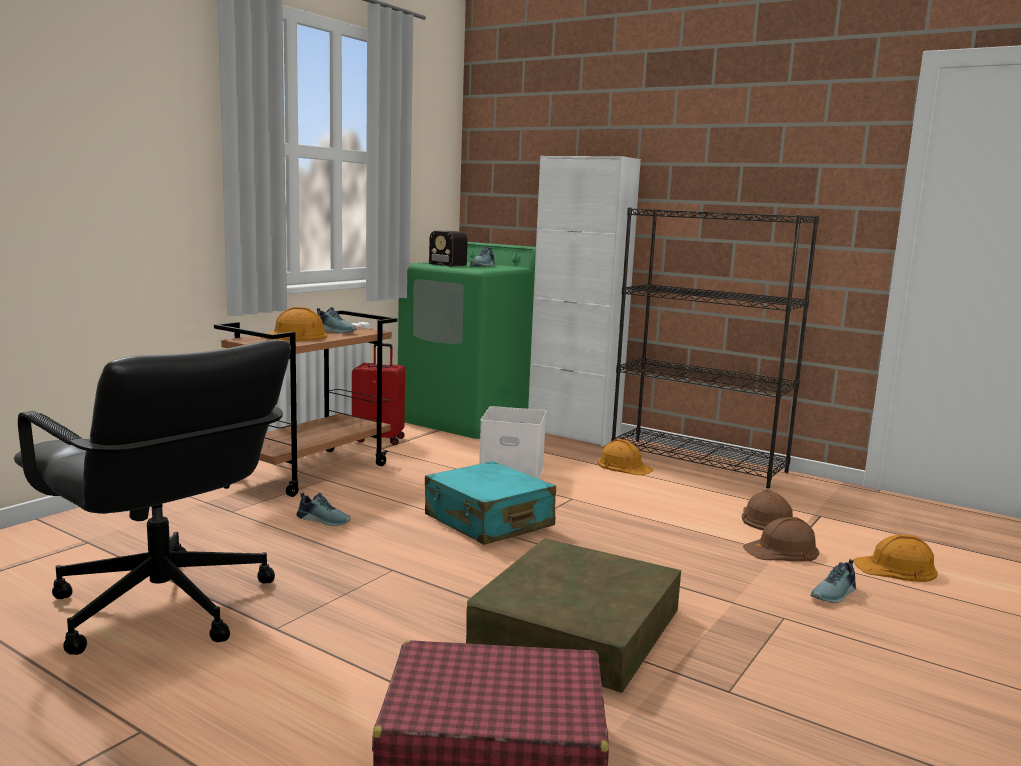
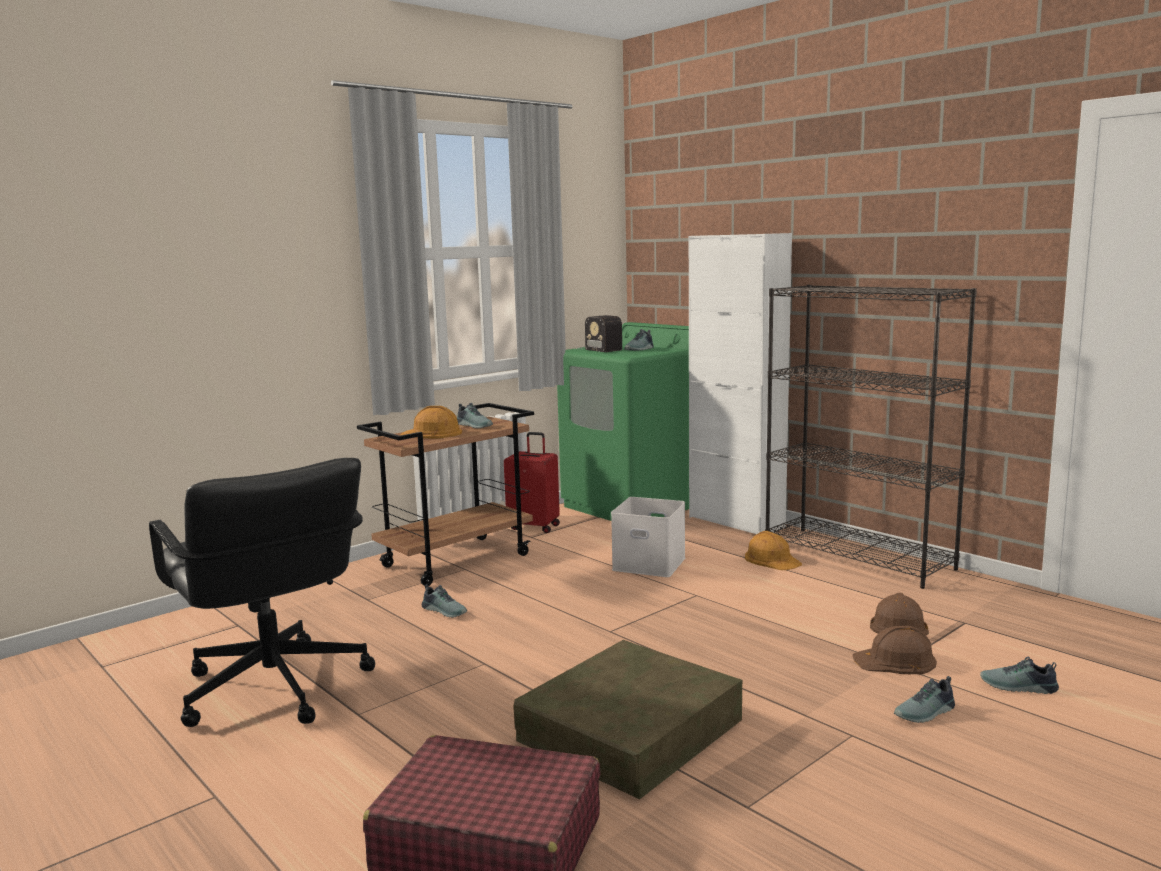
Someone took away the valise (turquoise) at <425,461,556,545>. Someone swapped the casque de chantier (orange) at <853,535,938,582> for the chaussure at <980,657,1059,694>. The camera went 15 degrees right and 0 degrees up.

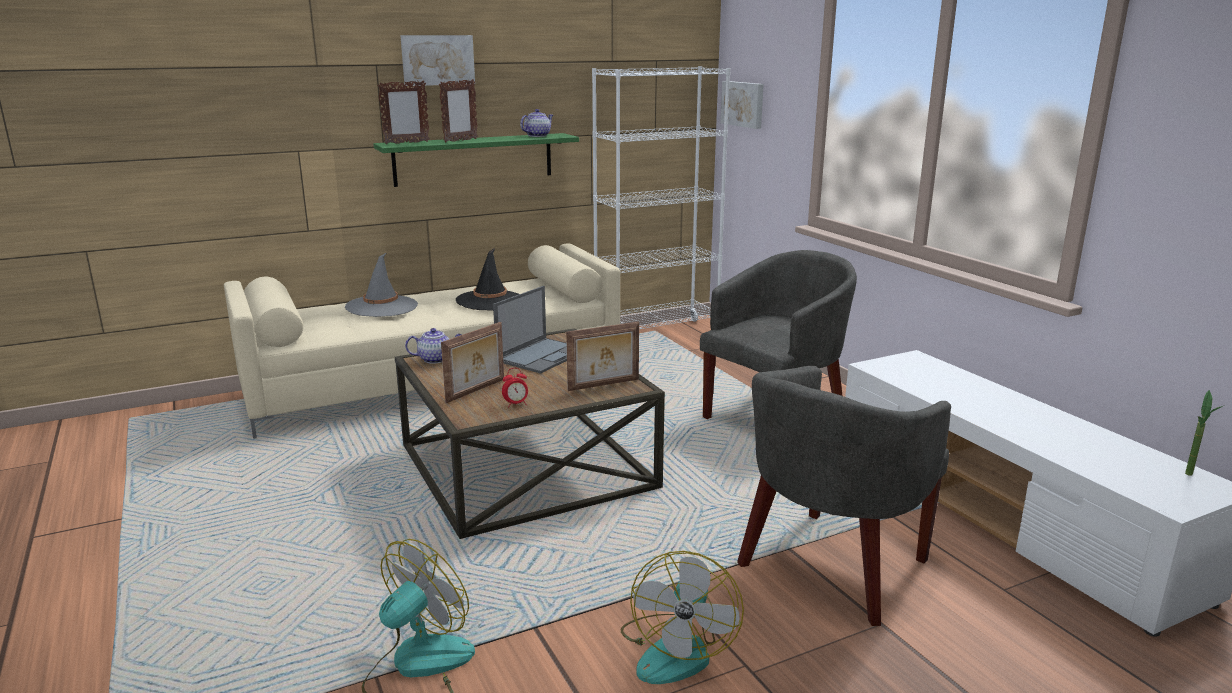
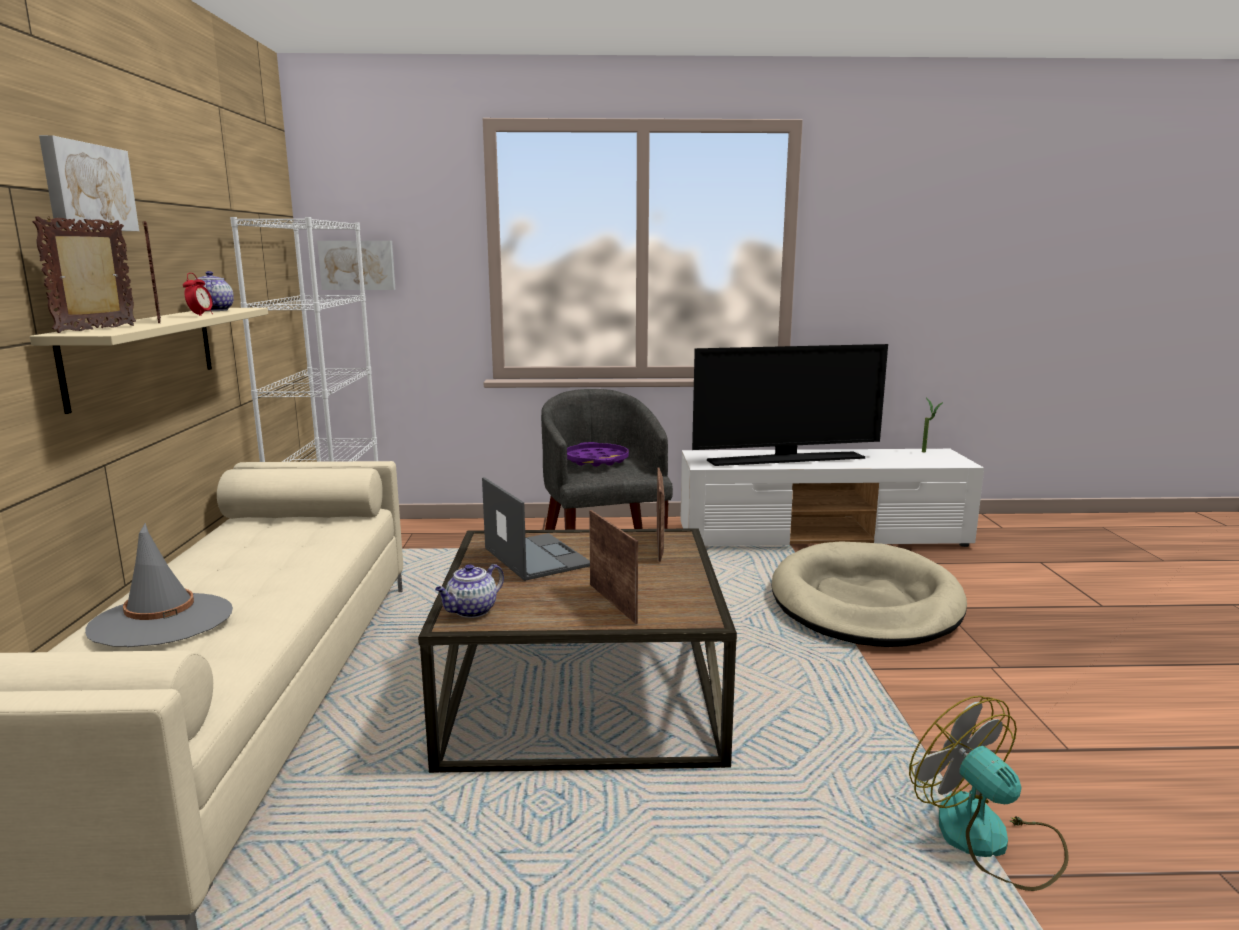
Someone rotated the cadre photo at <377,81,430,144> by 150 degrees counterclockwise. Someone repainted the étagère (vert) at <373,133,579,187>, which became the étagère (beige) at <30,308,268,414>. Someone took away the chapeau (noir) at <456,248,519,311>. Someone rotated the théière at <405,328,462,364> by 150 degrees counterclockwise. Someone swapped the fauteuil (gris) at <737,366,951,626> for the panier pour chien (beige) at <772,541,967,647>. Someone carried the réveil from <502,368,528,406> to <183,273,213,316>. Someone took away the ventilateur at <621,551,744,684>. Someone put down the téléviseur at <692,344,888,466>. Someone put down the plateau (violet) at <567,442,629,467>. The camera went 65 degrees left and 5 degrees down.

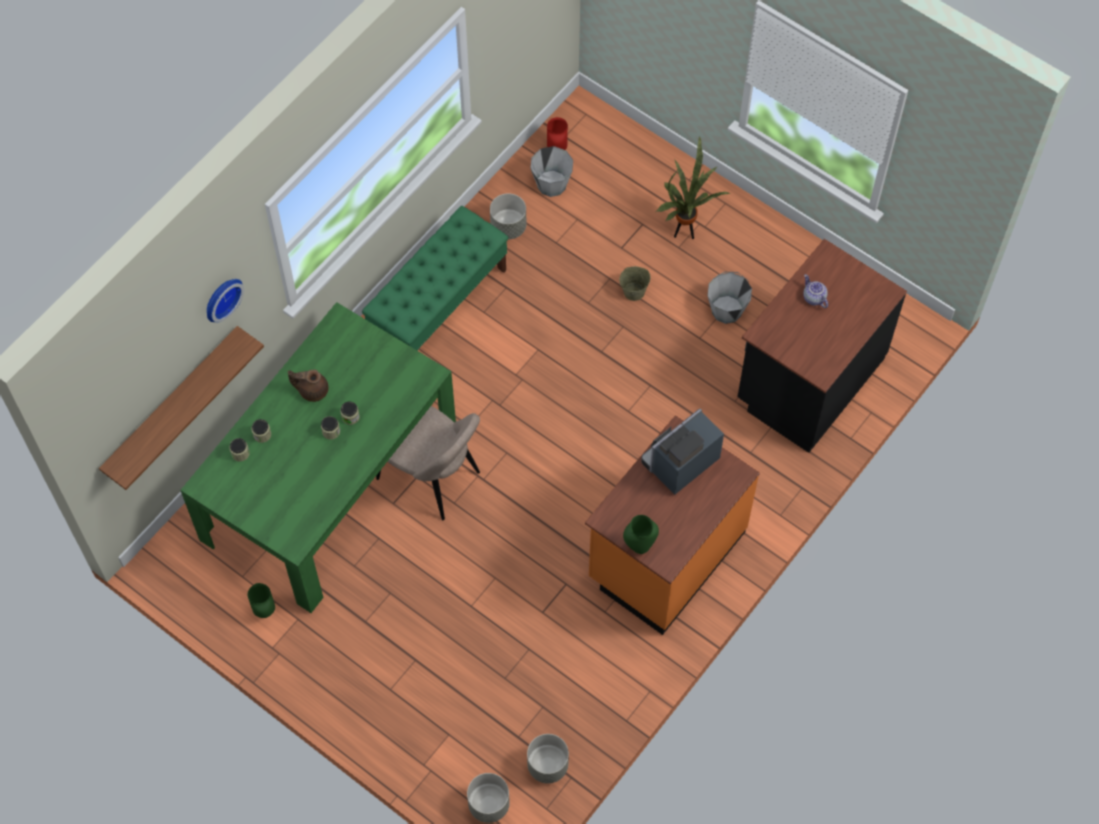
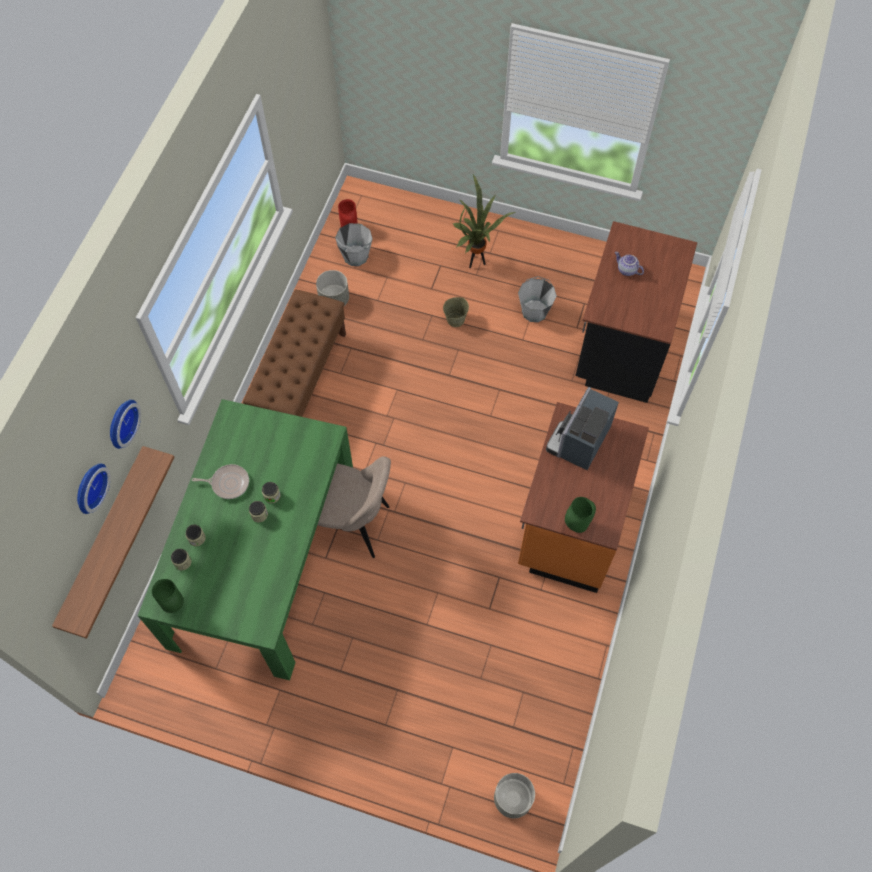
Someone repainted the banc (vert) at <362,206,508,350>, which became the banc (marron) at <243,290,346,417>. Someone swapped the théière (marron) at <288,369,328,402> for the poêle at <192,464,249,499>. Someone carried the vase (vert) from <248,583,275,618> to <152,579,184,613>. Someone took away the cache-pot (gris) at <527,734,569,784>. Someone put up the horloge murale at <77,464,111,514>. The camera went 20 degrees left and 0 degrees up.

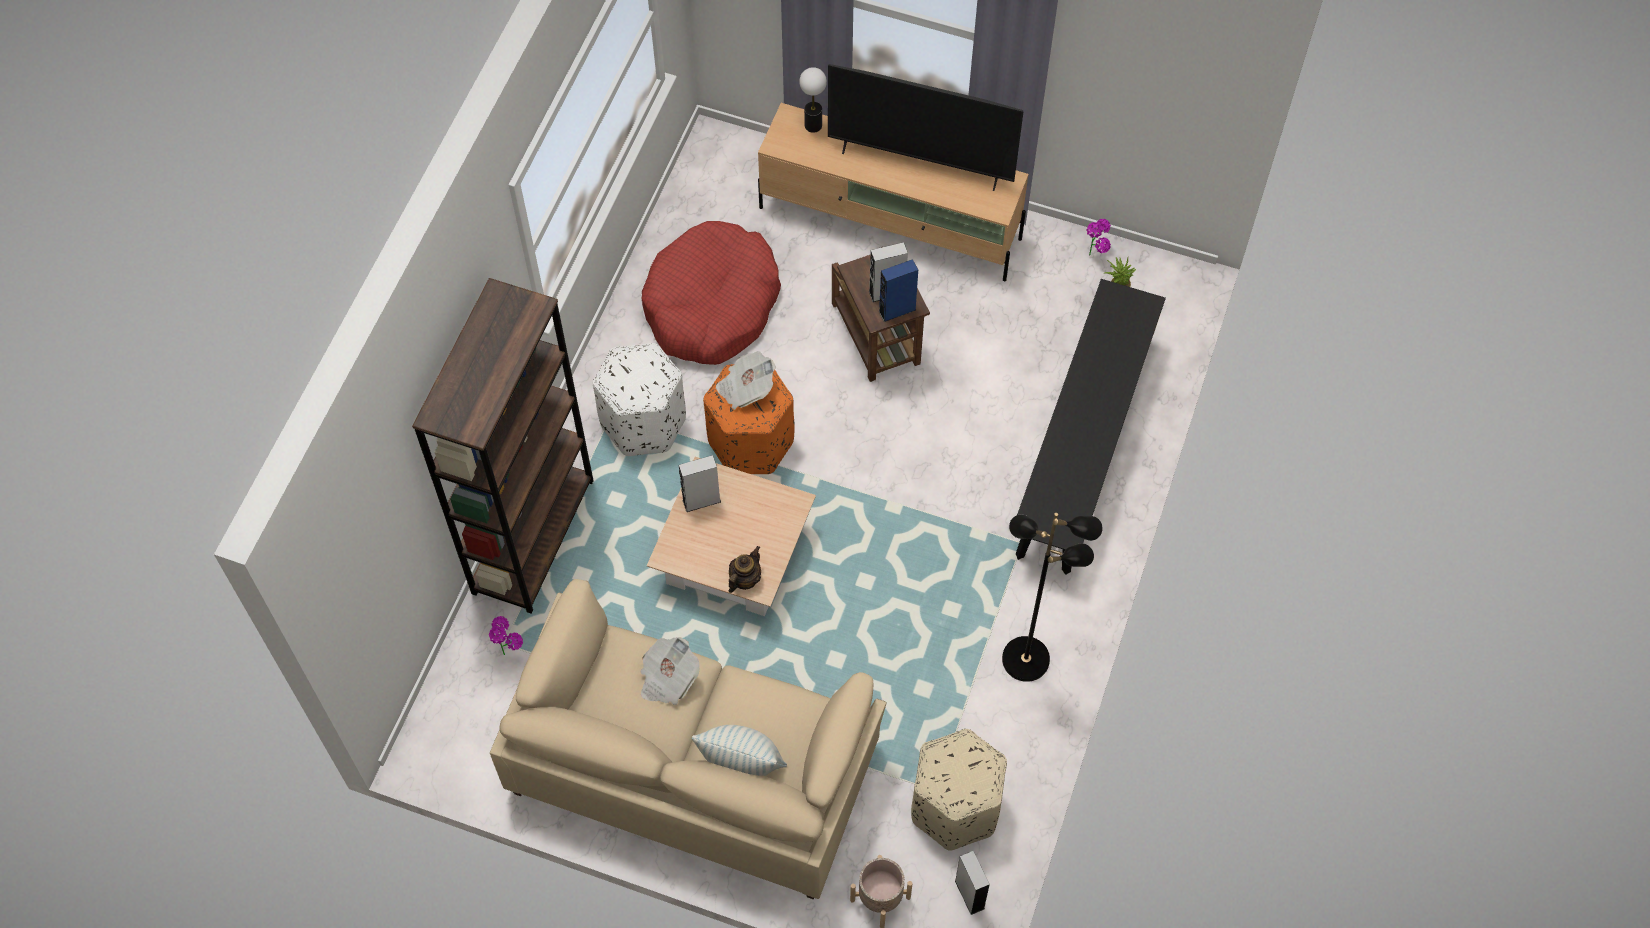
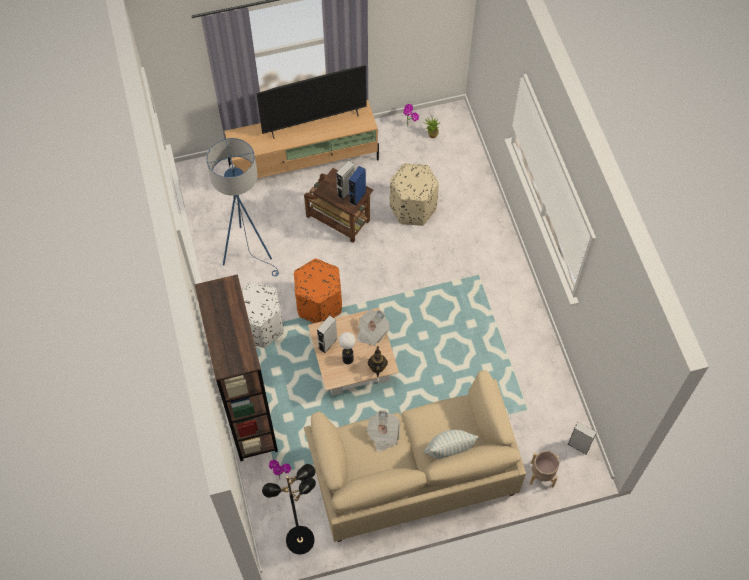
Someone carried the lampe de table from <799,67,827,133> to <339,332,356,364>. Someone swapped the panier pour chien (rouge) at <641,221,781,365> for the lampadaire (bleu) at <206,138,279,276>. Someone took away the banc (noir) at <1016,279,1166,575>. Someone carried the journal from <716,351,776,410> to <356,310,389,346>. Someone carried the lampadaire (noir) from <1002,513,1103,682> to <262,464,316,554>. Someone carried the pouf (beige) from <911,729,1007,850> to <390,163,439,226>. The camera went 35 degrees left and 0 degrees up.

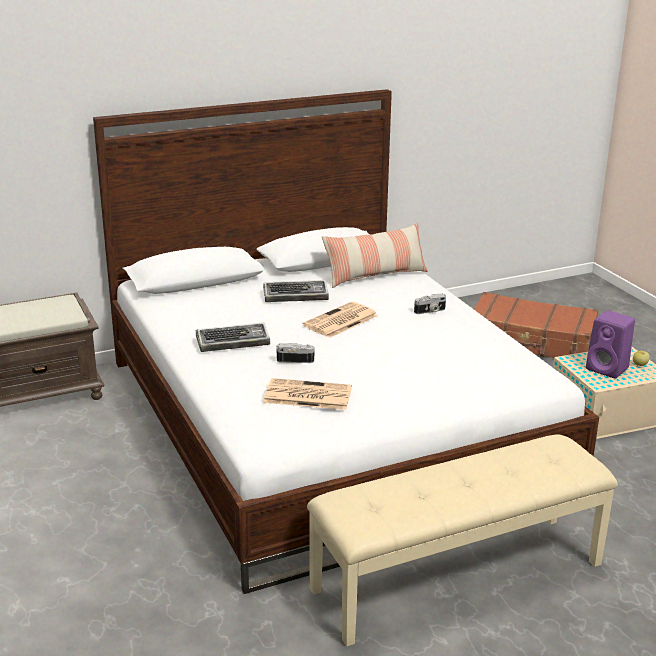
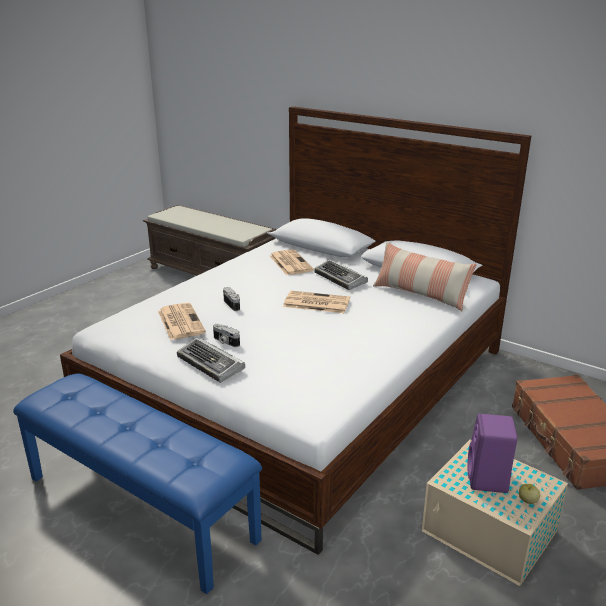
Someone carried the appareil photo from <414,293,446,314> to <213,324,240,347>. Someone carried the clavier from <196,322,270,352> to <177,338,245,383>. Someone repainted the banc (beige) at <307,434,618,647>, which became the banc (bleu) at <13,374,262,594>. Someone put down the journal at <270,249,314,275>. The camera went 60 degrees right and 0 degrees up.

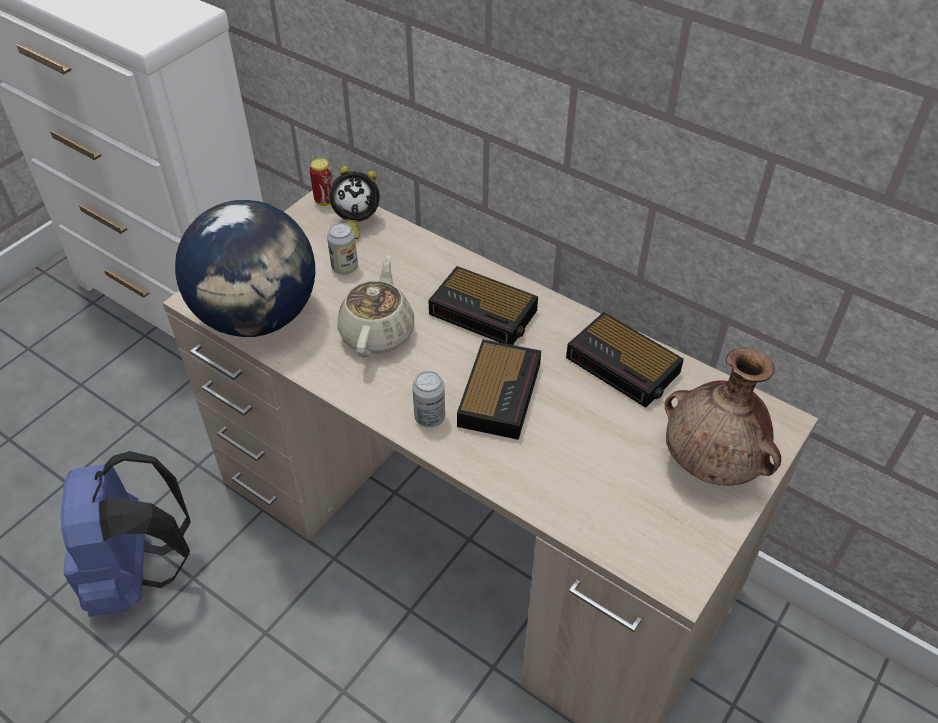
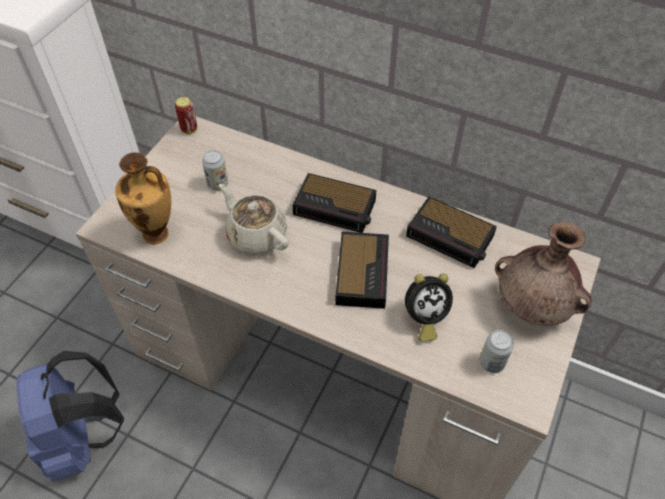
Someone carried the réveil from <329,166,380,239> to <405,273,453,341>. Someone swapped the globe at <175,200,315,337> for the vase at <115,152,171,244>. Someone rotated the théière (beige) at <337,255,414,357> by 45 degrees counterclockwise. Someone carried the boîte métallique from <412,371,445,428> to <479,330,514,373>. The camera went 10 degrees left and 5 degrees up.

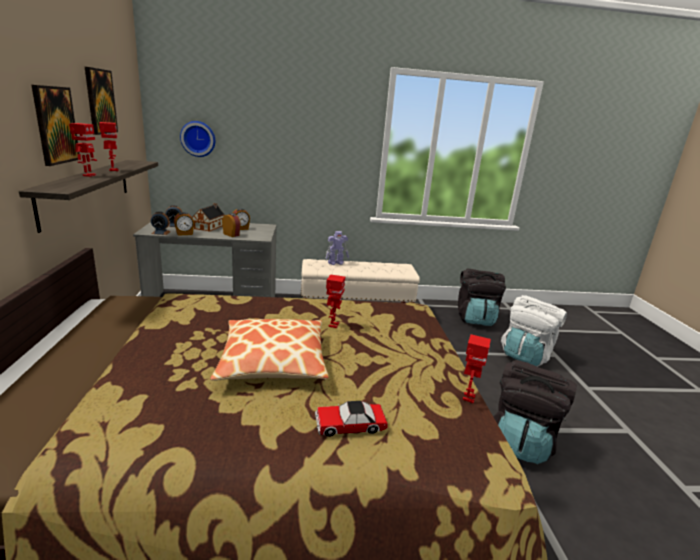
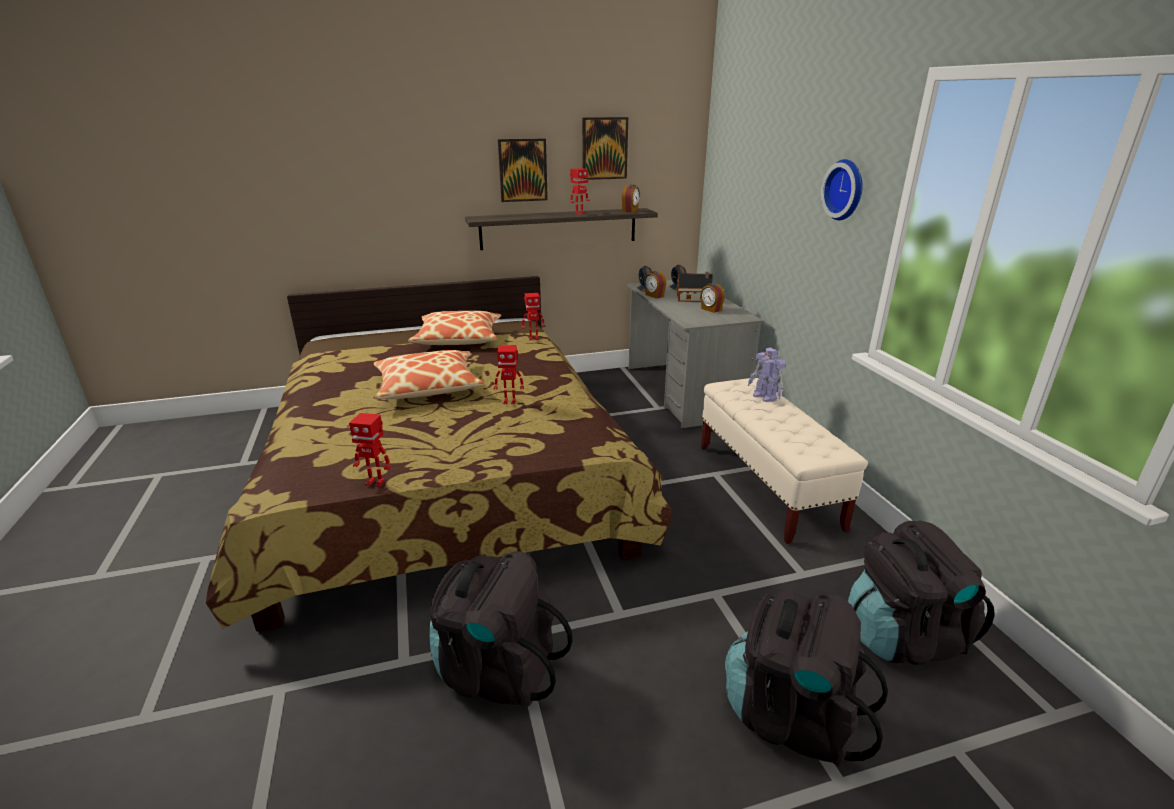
Someone carried the horloge murale from <180,121,215,157> to <821,159,863,220>. Someone carried the robot jouet from <69,123,97,177> to <522,293,545,340>. Someone carried the réveil from <222,213,241,237> to <622,185,640,212>. Someone repainted the sac à dos (blanc) at <501,295,567,367>, which became the sac à dos (noir) at <725,590,888,767>. Someone took away the petite voiture at <315,401,388,437>. Someone put down the coussin at <408,311,501,345>. The camera went 80 degrees right and 5 degrees up.

